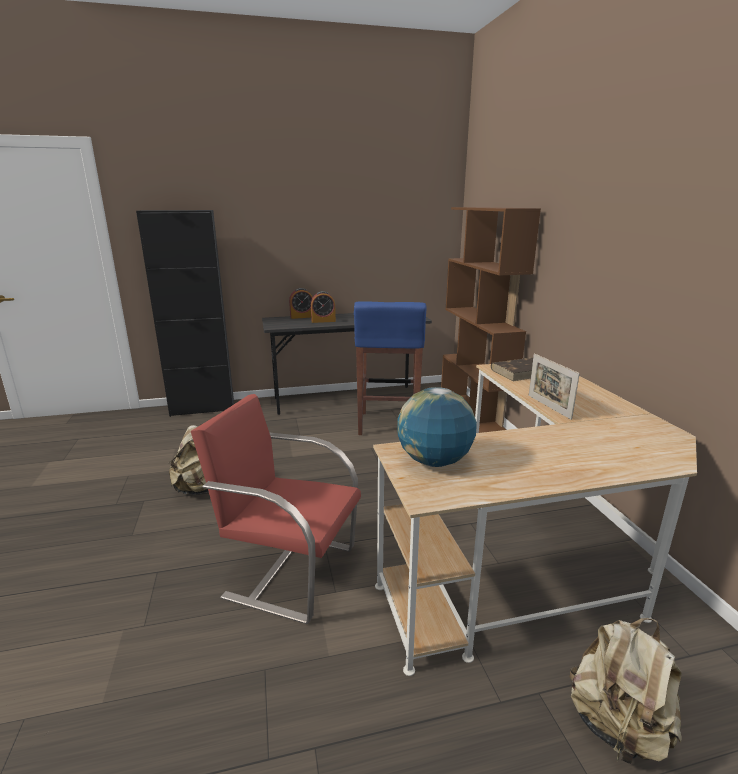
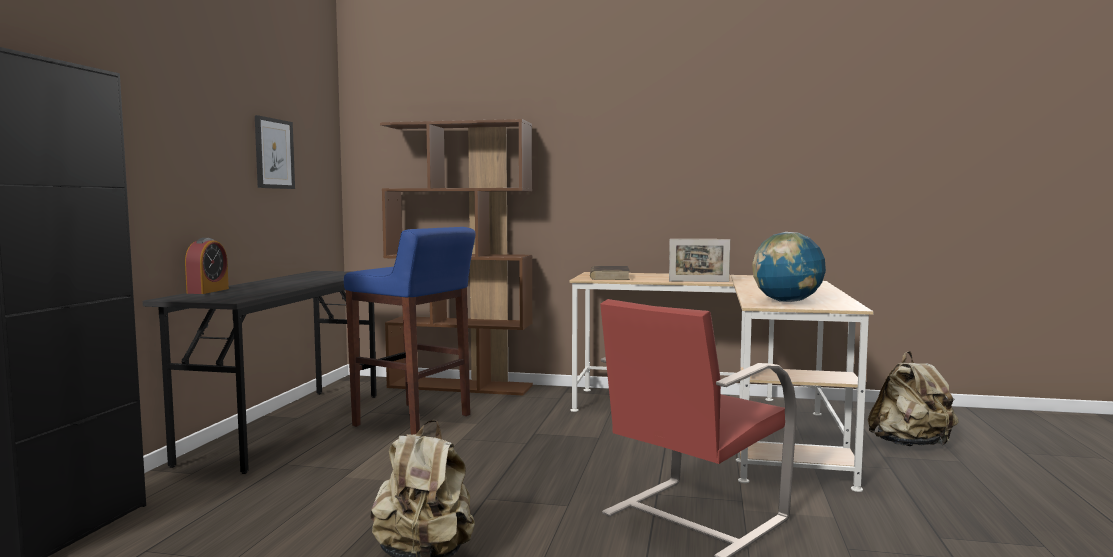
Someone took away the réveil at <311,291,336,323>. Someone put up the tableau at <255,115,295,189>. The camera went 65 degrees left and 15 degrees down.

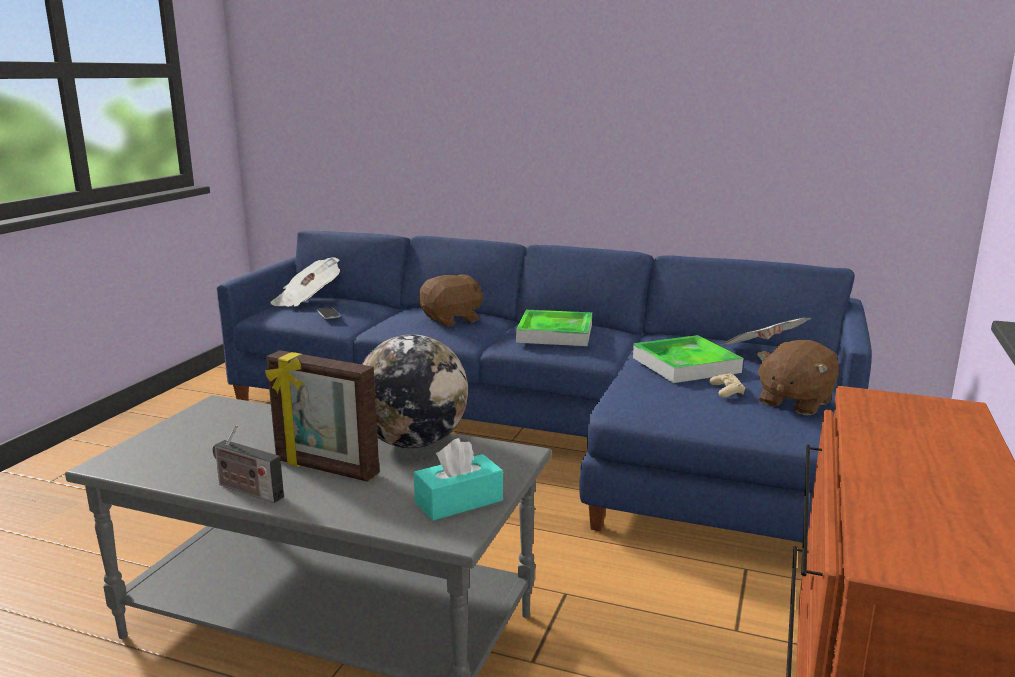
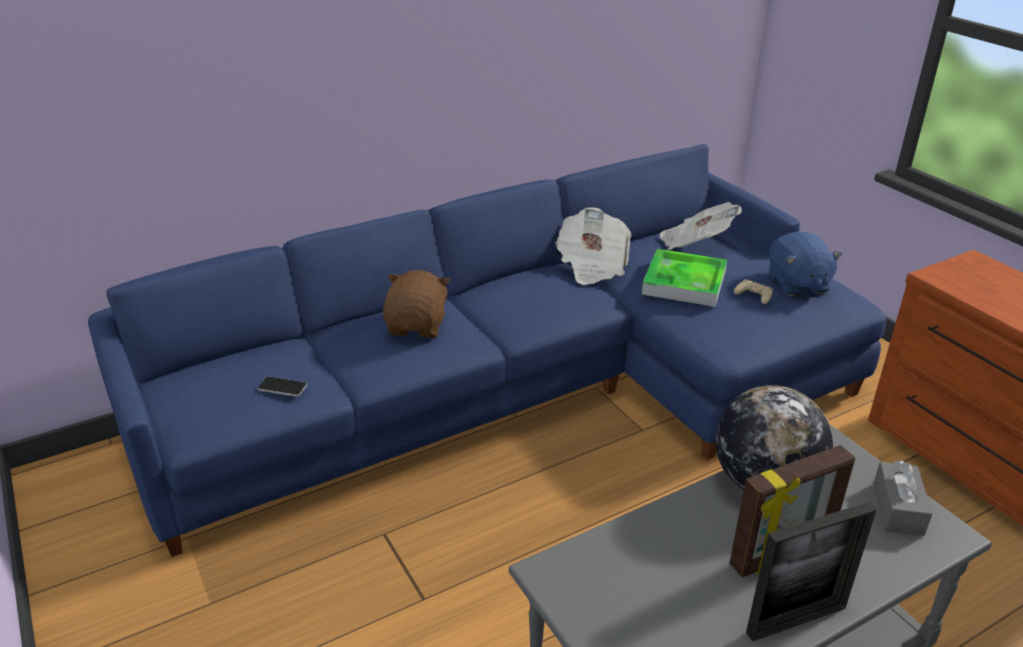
Someone carried the journal from <271,257,340,307> to <556,207,632,285>. Someone took away the plateau at <516,310,592,346>. Someone repainted the peluche (marron) at <757,340,839,416>, which became the peluche (bleu) at <769,231,842,296>. Someone swapped the radio at <213,425,284,503> for the cadre photo at <746,502,876,642>. Someone repainted the boîte à mouchoirs (turquoise) at <414,438,503,521>, which became the boîte à mouchoirs (gris) at <873,460,932,536>. The camera went 50 degrees left and 15 degrees up.

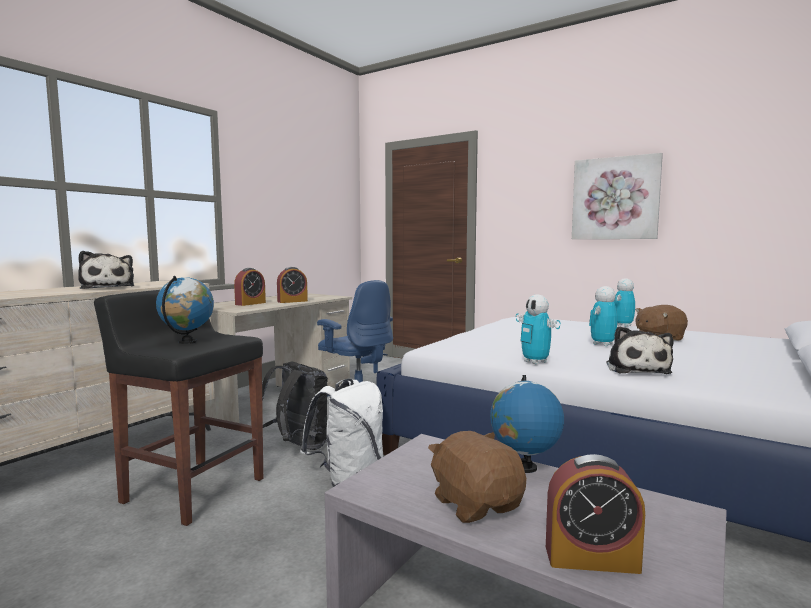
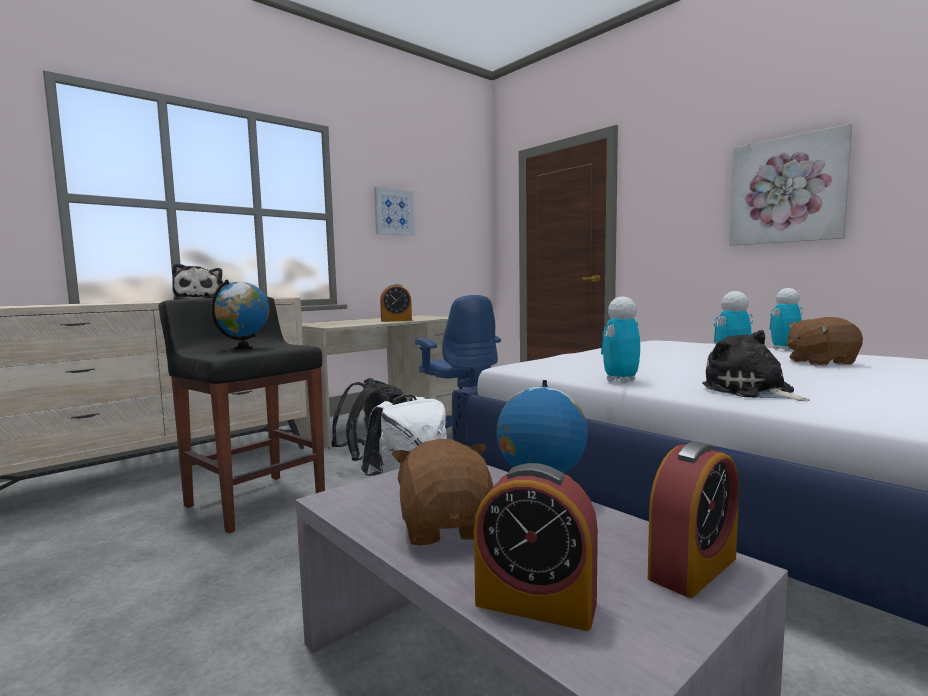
Someone carried the réveil from <234,268,266,306> to <648,441,739,598>. Someone rotated the robot jouet at <516,294,561,364> by 60 degrees clockwise. Someone rotated the peluche at <606,326,673,374> by 135 degrees clockwise. Someone put up the tableau at <374,187,415,236>. The camera went 15 degrees right and 0 degrees up.

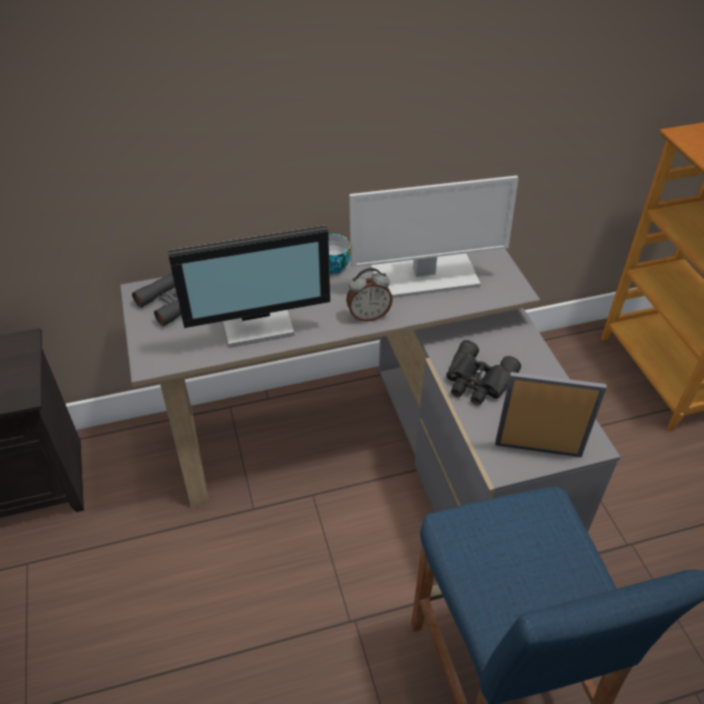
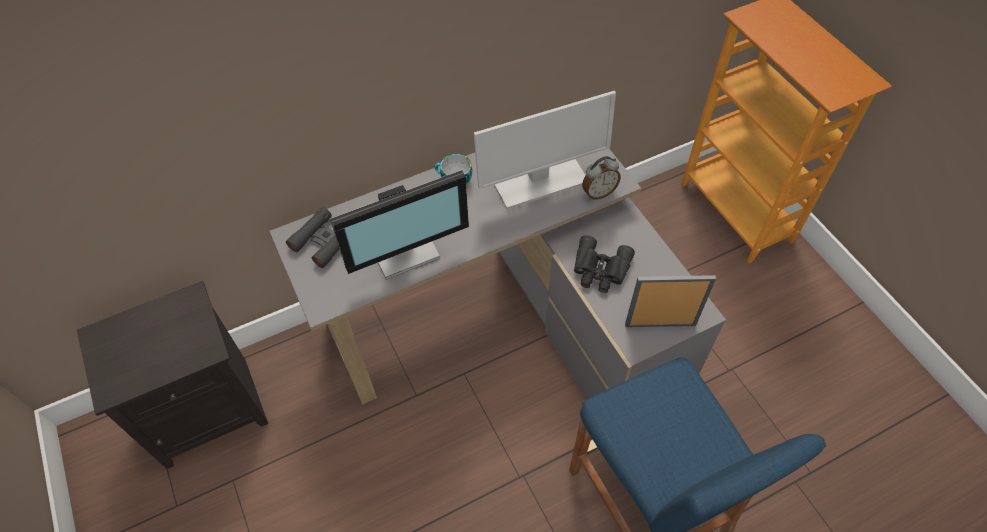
Someone carried the réveil from <346,268,393,322> to <582,156,621,200>. The camera went 10 degrees left and 10 degrees up.

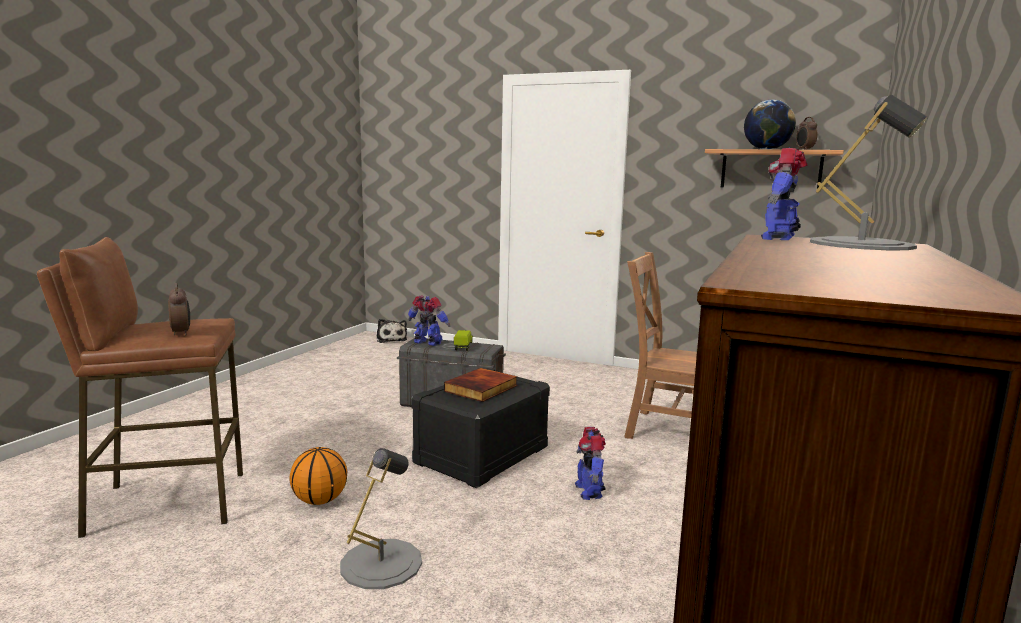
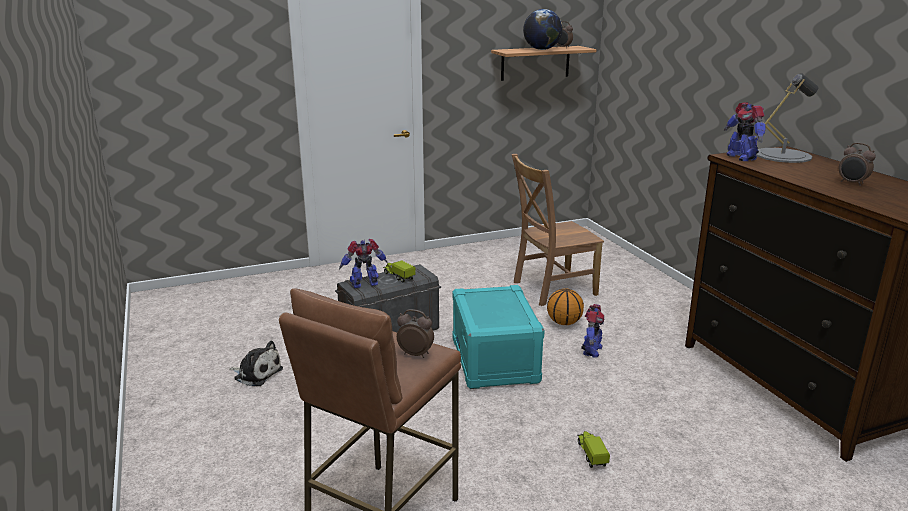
Someone carried the peluche from <377,319,407,343> to <229,341,283,386>. Someone repainted the boîte de rangement (noir) at <412,368,550,488>, which became the boîte de rangement (turquoise) at <453,285,545,389>. Someone took away the livre at <444,368,518,402>. Someone rotated the robot jouet at <575,427,606,500> by 105 degrees counterclockwise. Someone carried the ballon de basket from <289,447,347,505> to <547,289,584,325>. Someone swapped the lampe de table (gris) at <340,448,422,589> for the camion jouet at <577,431,610,468>. Someone put down the réveil at <839,143,876,186>. The camera went 45 degrees left and 10 degrees up.

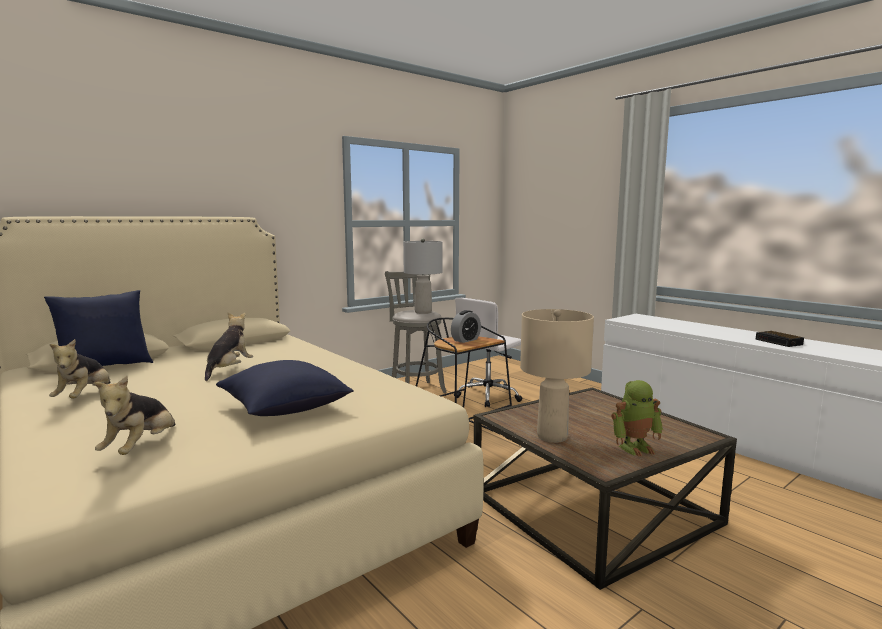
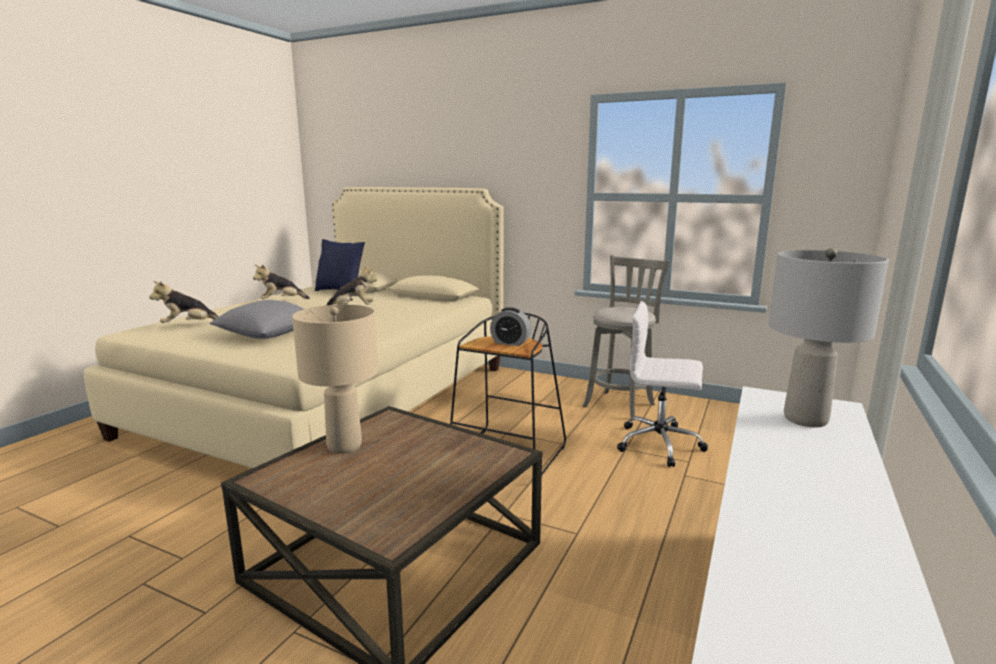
Someone carried the lampe de table (gris) from <403,238,442,314> to <768,248,889,427>. Someone took away the réveil at <756,331,804,347>. Someone repainted the coussin (bleu) at <216,360,354,416>, which became the coussin (gris) at <209,300,303,339>. Someone took away the robot jouet at <611,380,663,457>. The camera went 65 degrees right and 5 degrees up.

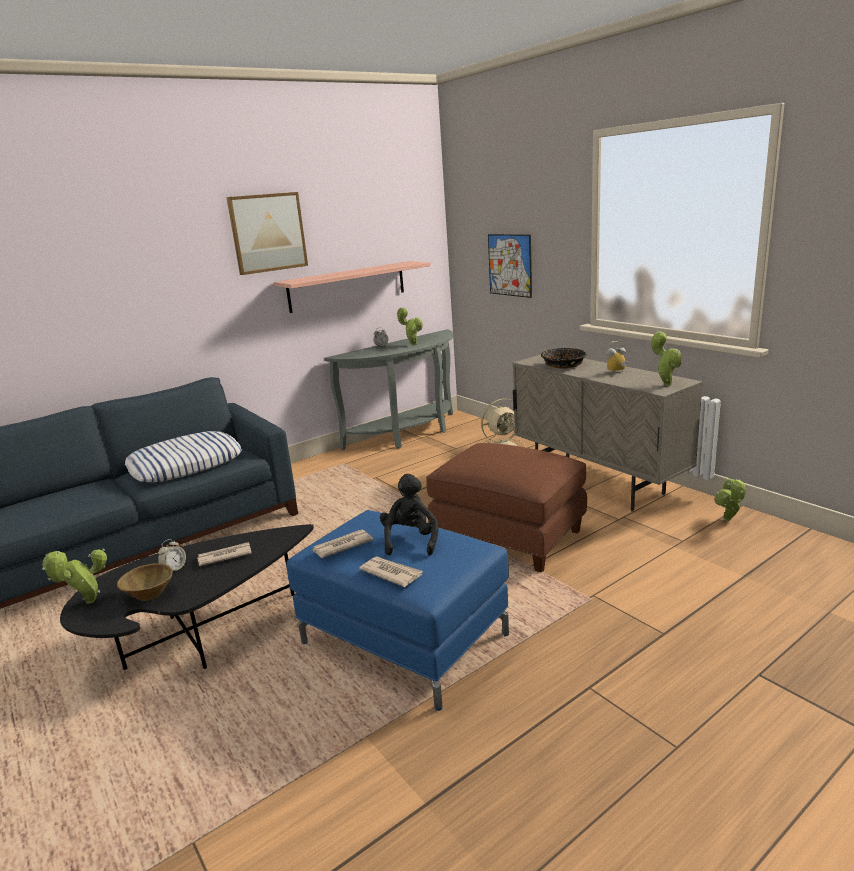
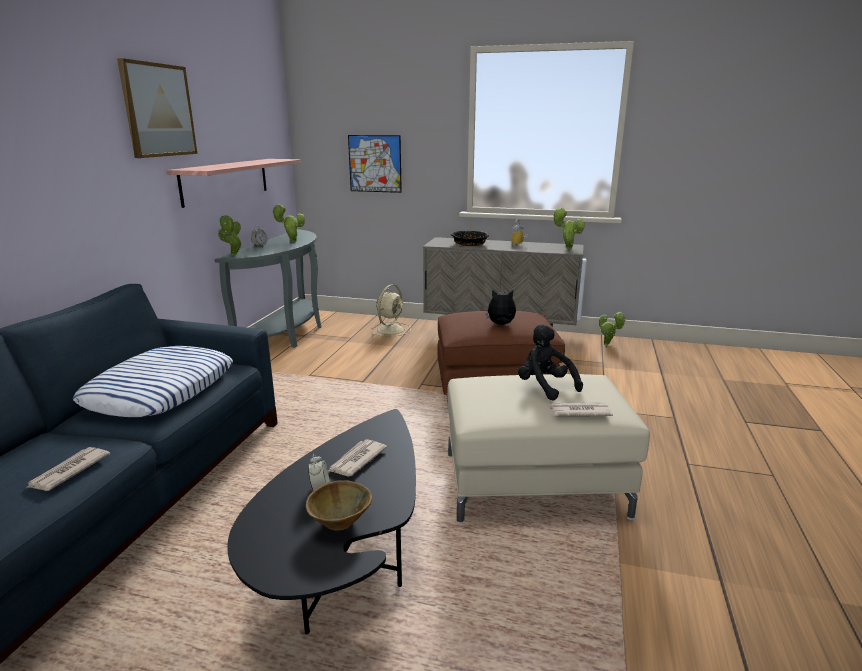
Someone repainted the pouf (bleu) at <287,510,509,711>, which became the pouf (beige) at <447,374,650,523>. Someone carried the journal from <312,530,373,558> to <26,447,110,491>. Someone carried the plante en pot from <42,549,107,603> to <218,214,242,255>. Someone put down the peluche at <486,290,516,325>. The camera went 40 degrees left and 0 degrees up.

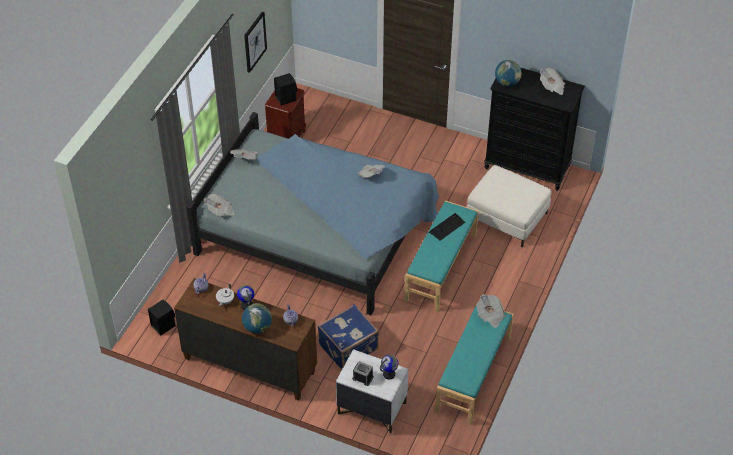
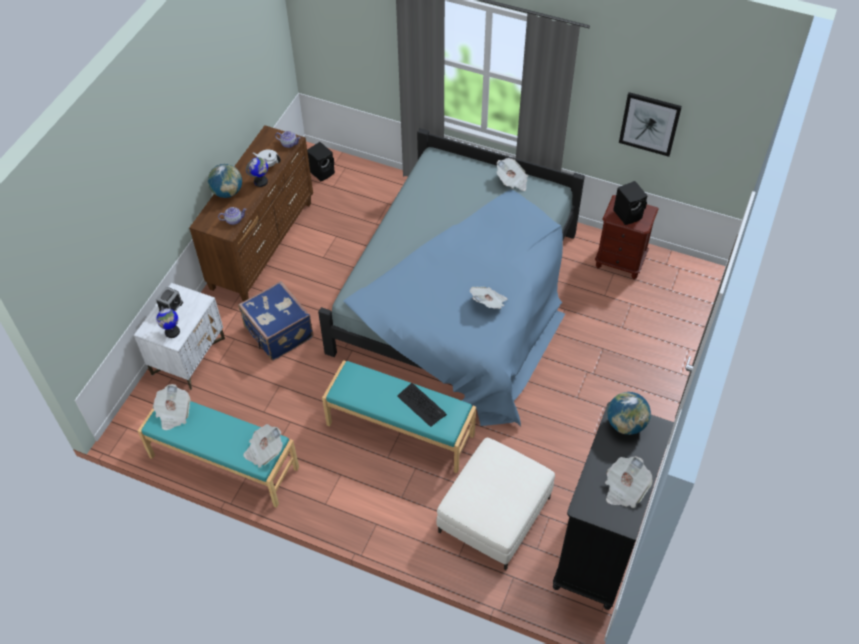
Someone carried the journal from <204,194,234,217> to <153,384,191,430>. The camera went 90 degrees right and 5 degrees up.

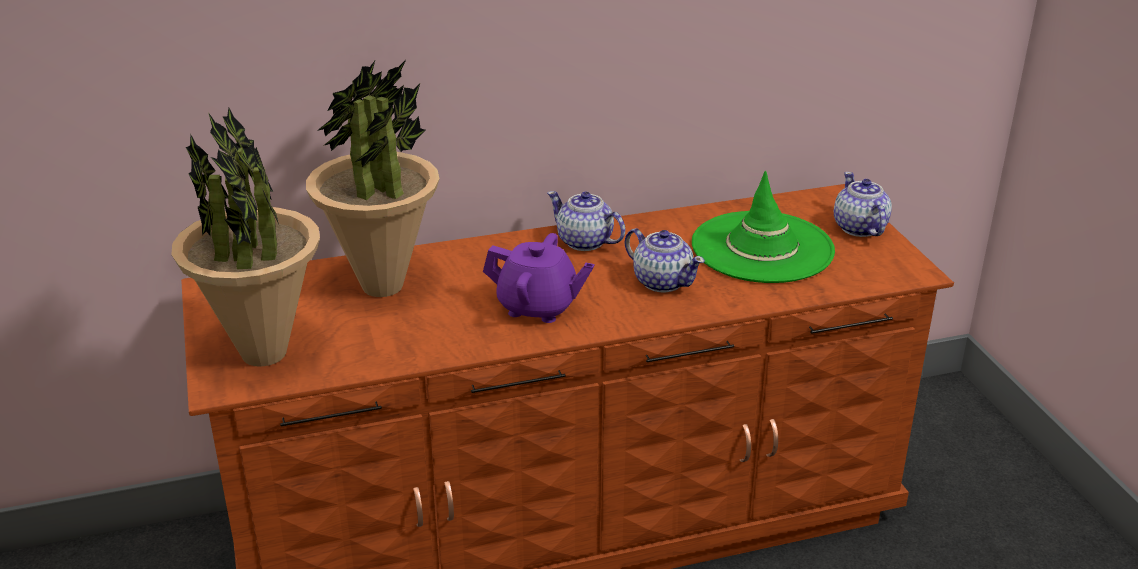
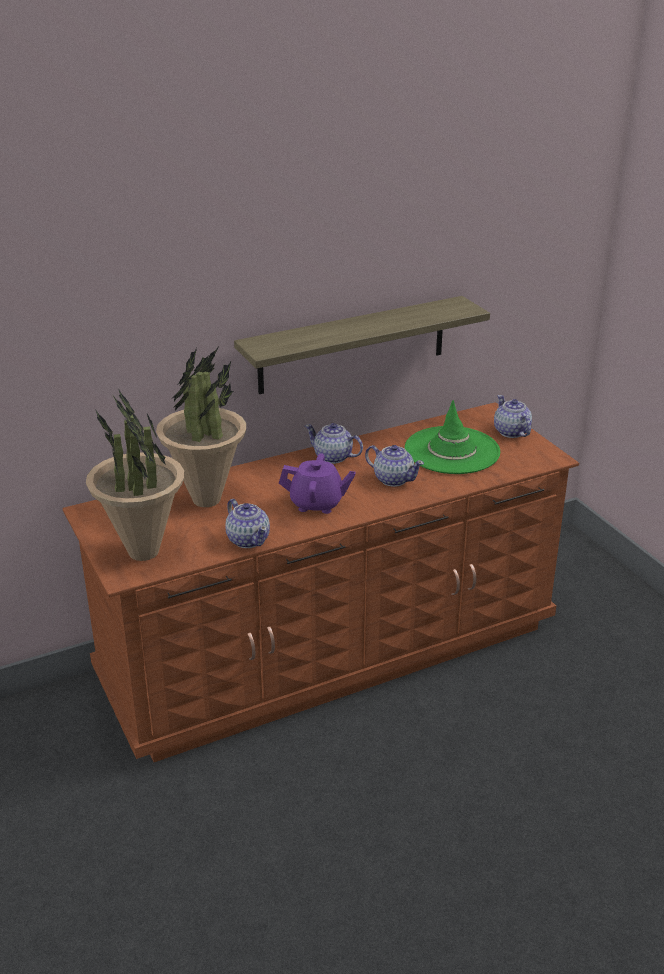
Someone put up the étagère at <234,296,490,394>. Someone put down the théière at <225,499,270,548>. The camera went 10 degrees left and 0 degrees up.

